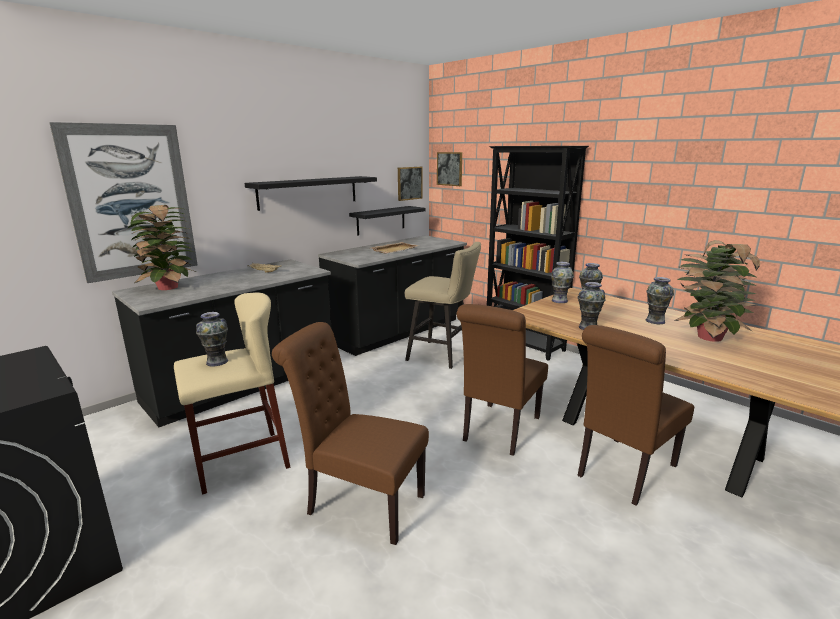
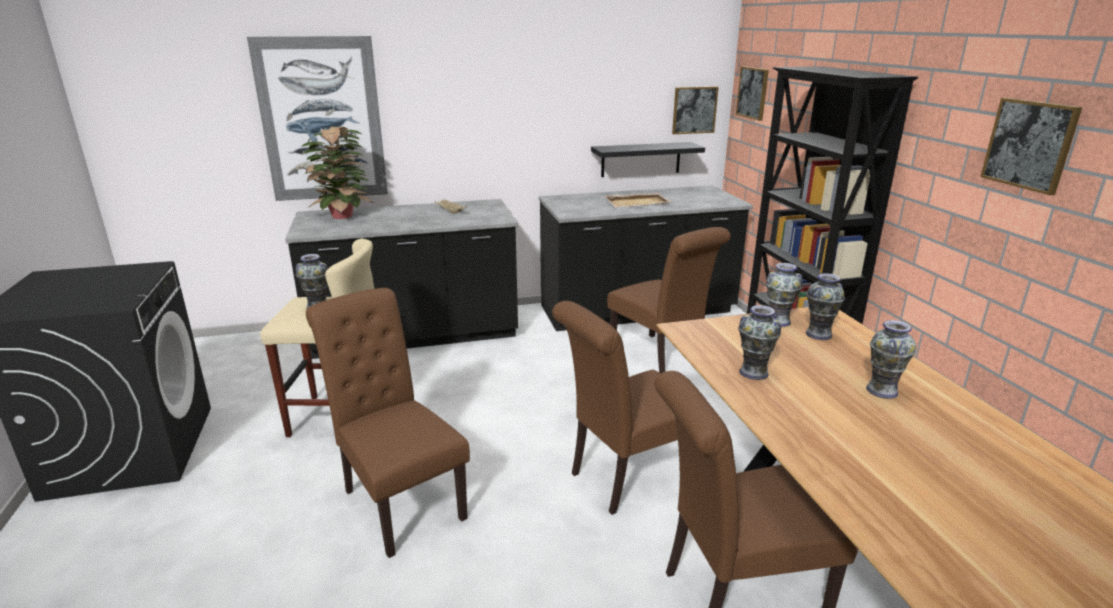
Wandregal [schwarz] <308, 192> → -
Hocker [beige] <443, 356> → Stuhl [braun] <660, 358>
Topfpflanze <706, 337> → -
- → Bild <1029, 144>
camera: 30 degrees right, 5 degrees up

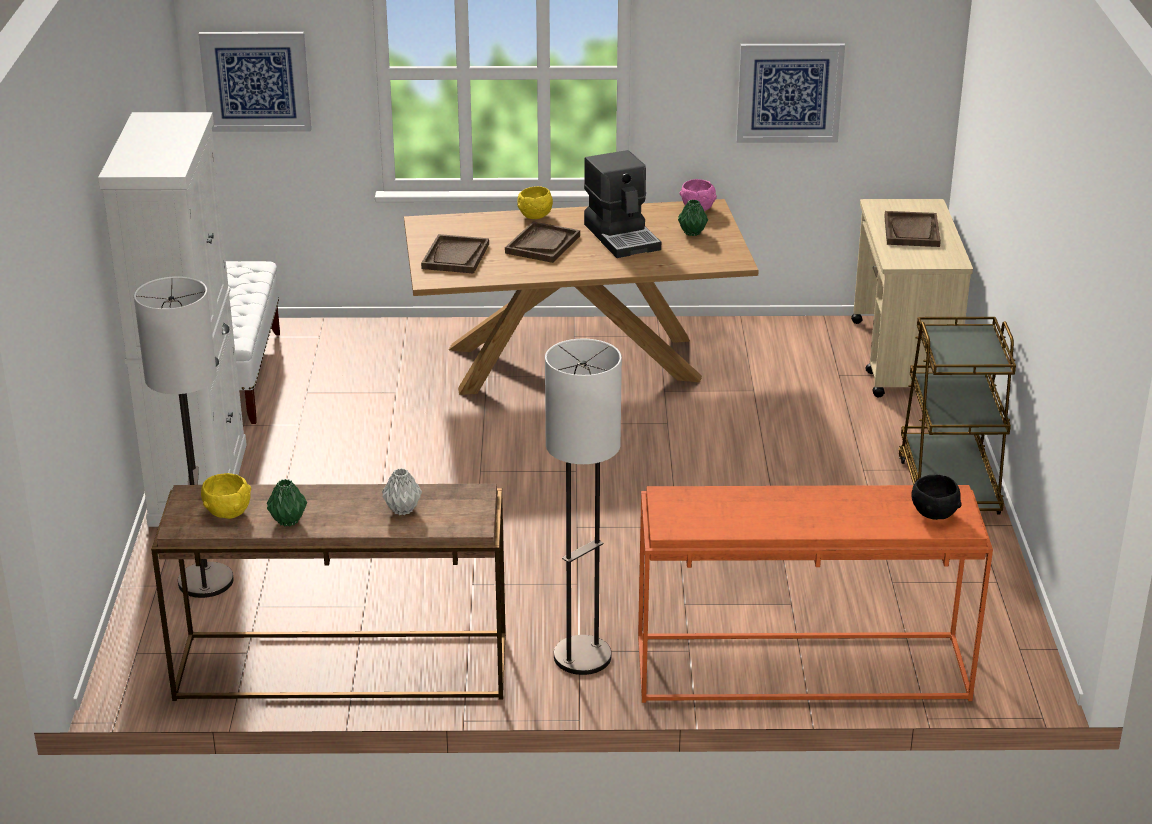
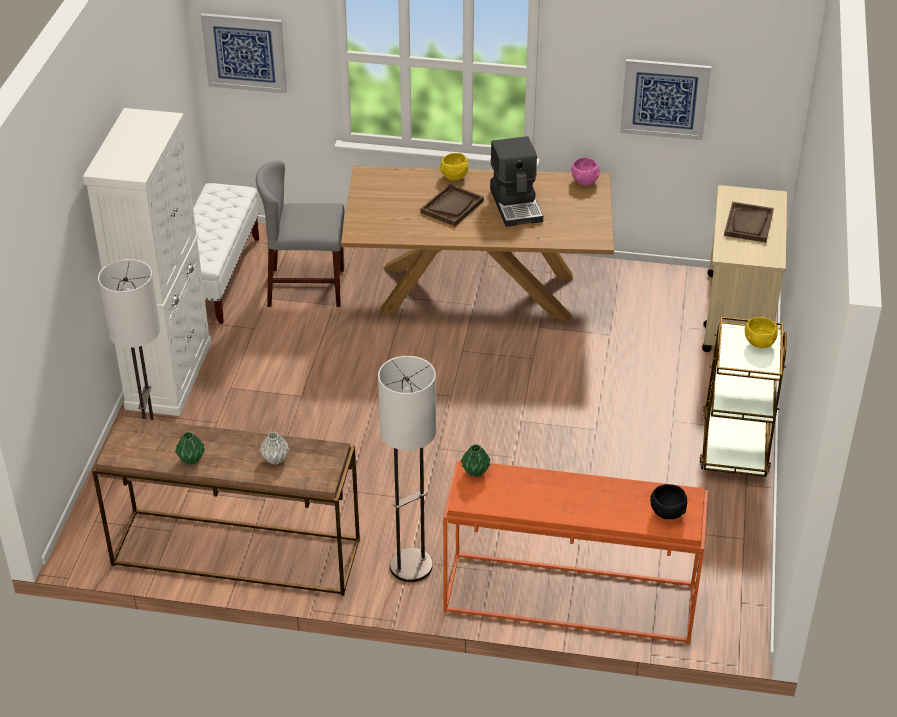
Schüssel [gelb] <227, 513> → Schüssel [gelb] <759, 343>, moved
Tablett [braun] <455, 256> → -
Vase [grün] <691, 233> → Vase [grün] <475, 472>, moved
- → Stuhl [grau] <306, 287>
camera: 10 degrees right, 10 degrees up

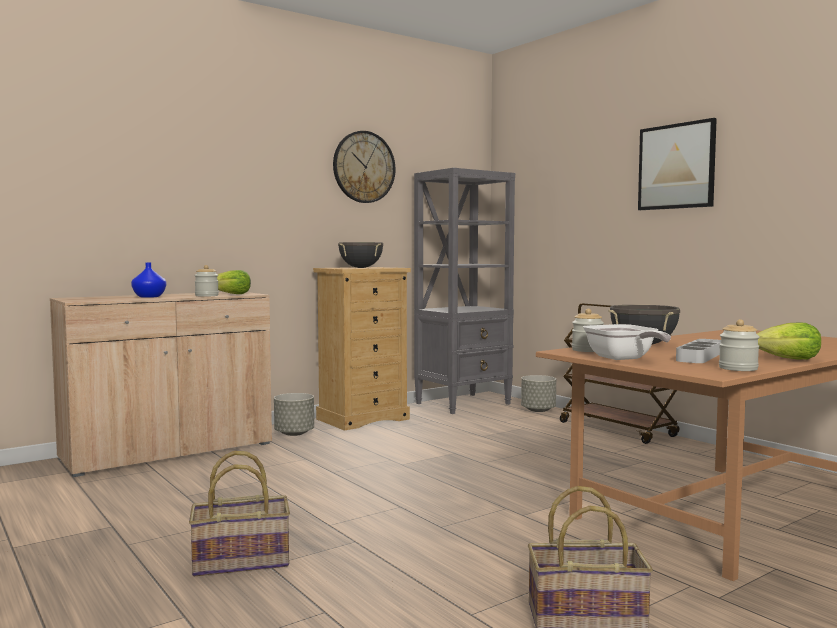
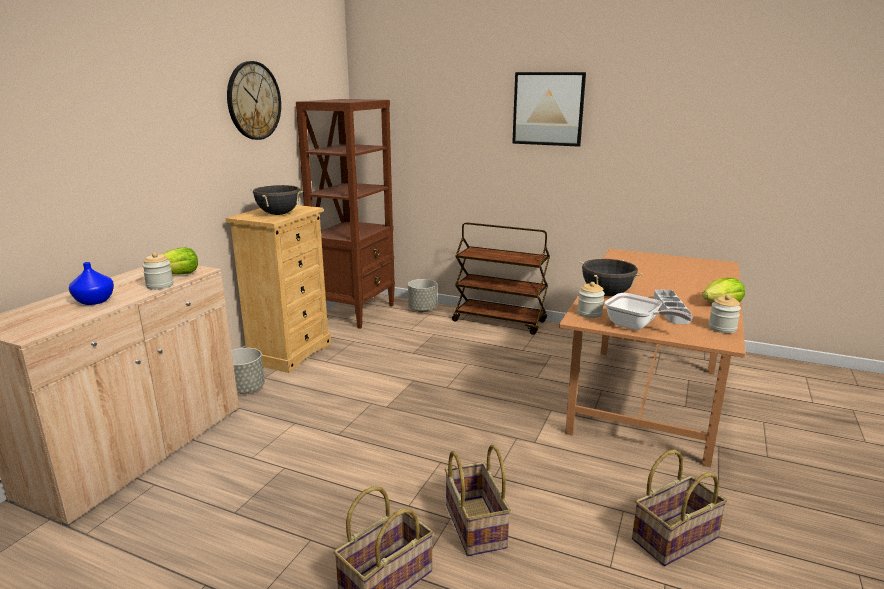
Bücherregal [grau] <464, 403> → Bücherregal [braun] <356, 312>
- → Korb <473, 525>
camera: 30 degrees left, 15 degrees up

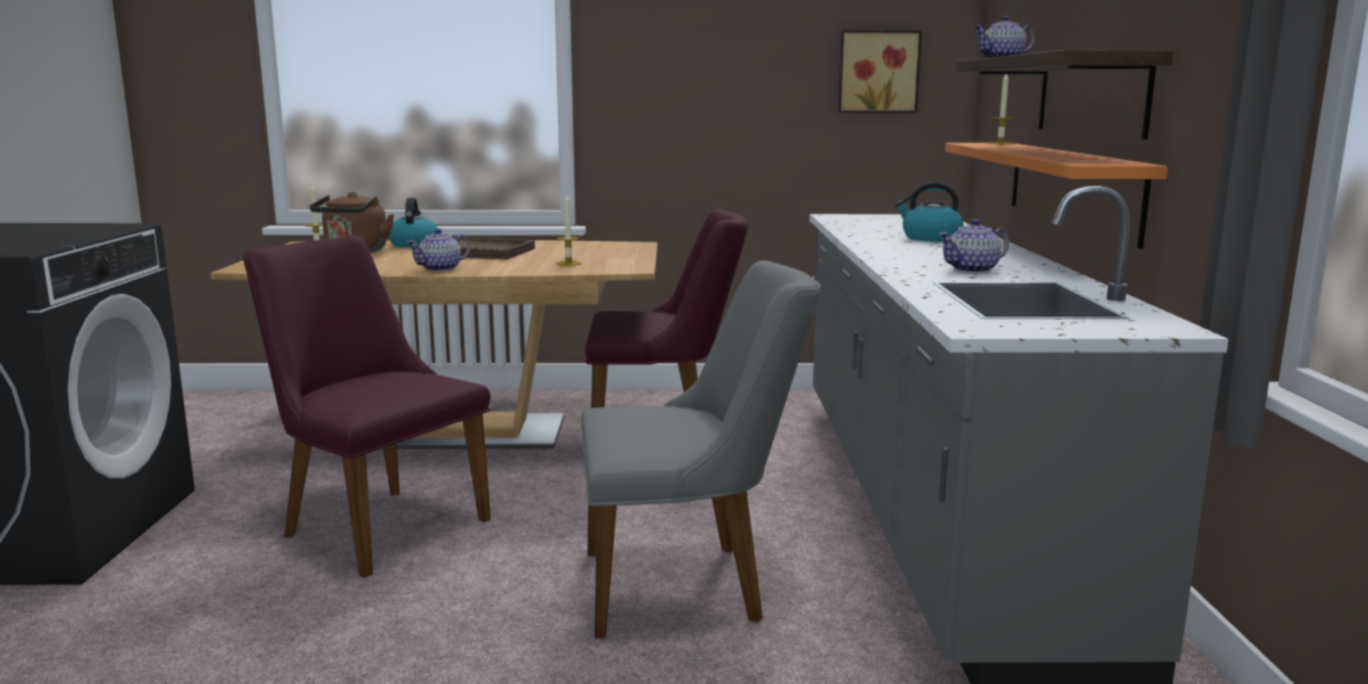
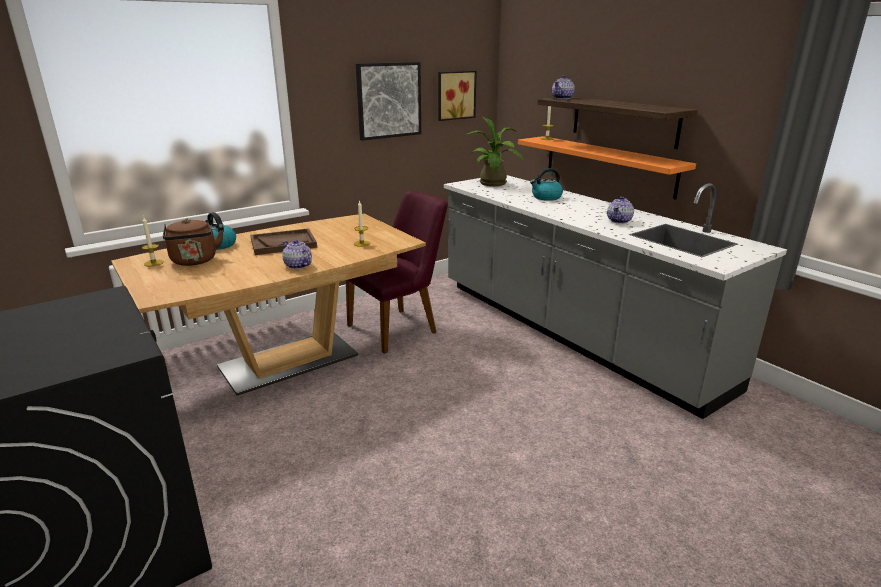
Stuhl [lila] <374, 523> → -
Teekanne <441, 269> → Teekanne <298, 266>, 120 degrees clockwise
Stuhl [grau] <690, 585> → -
- → Bild <388, 100>
- → Topfpflanze <493, 184>
camera: 35 degrees left, 10 degrees up

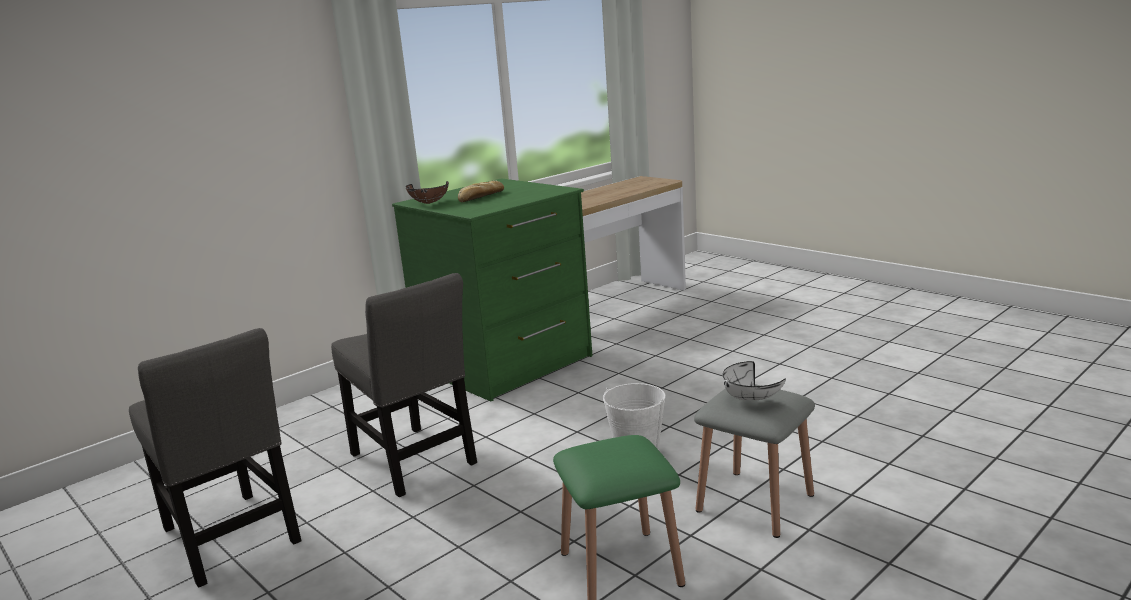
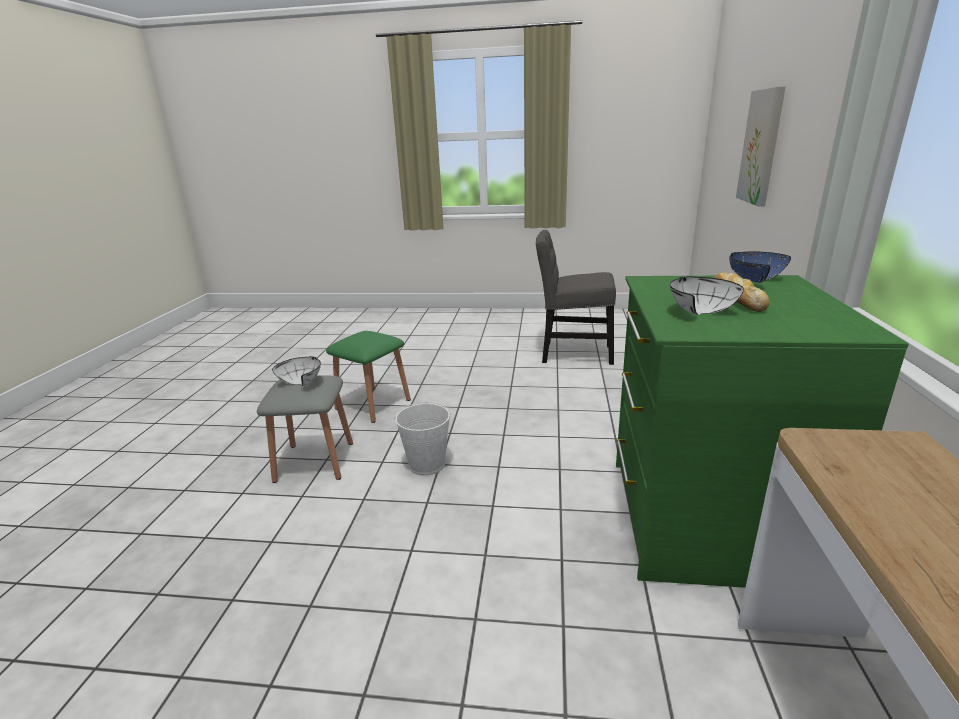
Stuhl [grau] <414, 462> → -
Schüssel [braun] <429, 203> → Schüssel [blau] <751, 280>
- → Schüssel [weiß] <696, 311>
- → Bild <761, 147>
camera: 140 degrees right, 5 degrees up

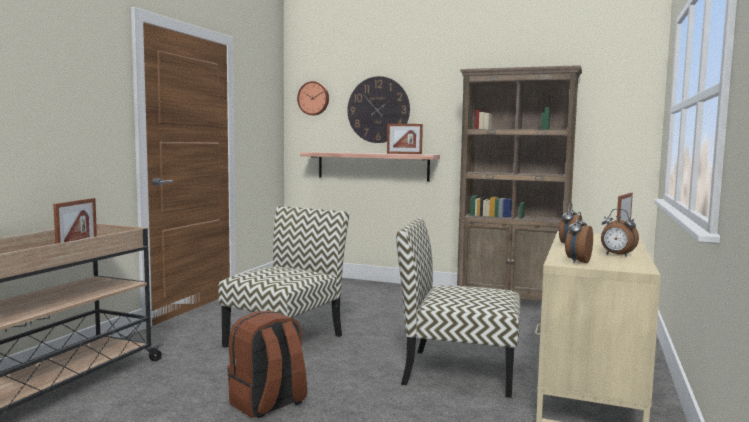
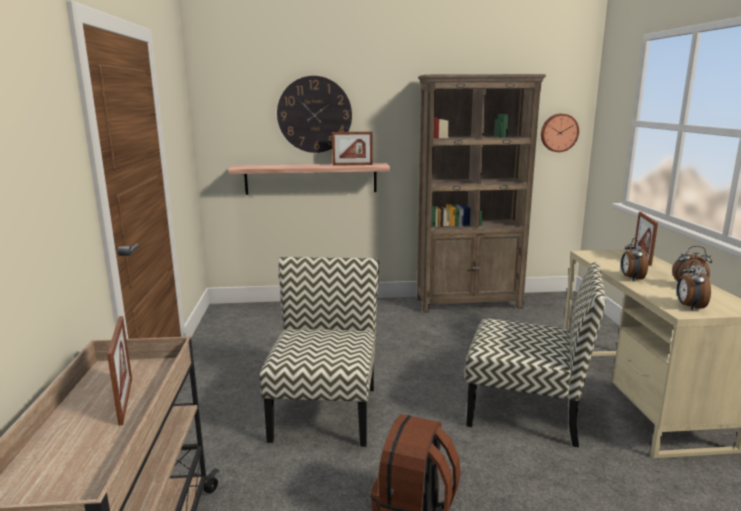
Wanduhr <314, 98> → Wanduhr <558, 132>, moved
Stuhl <457, 372> → Stuhl <527, 410>, 150 degrees counterclockwise
camera: 25 degrees left, 10 degrees up

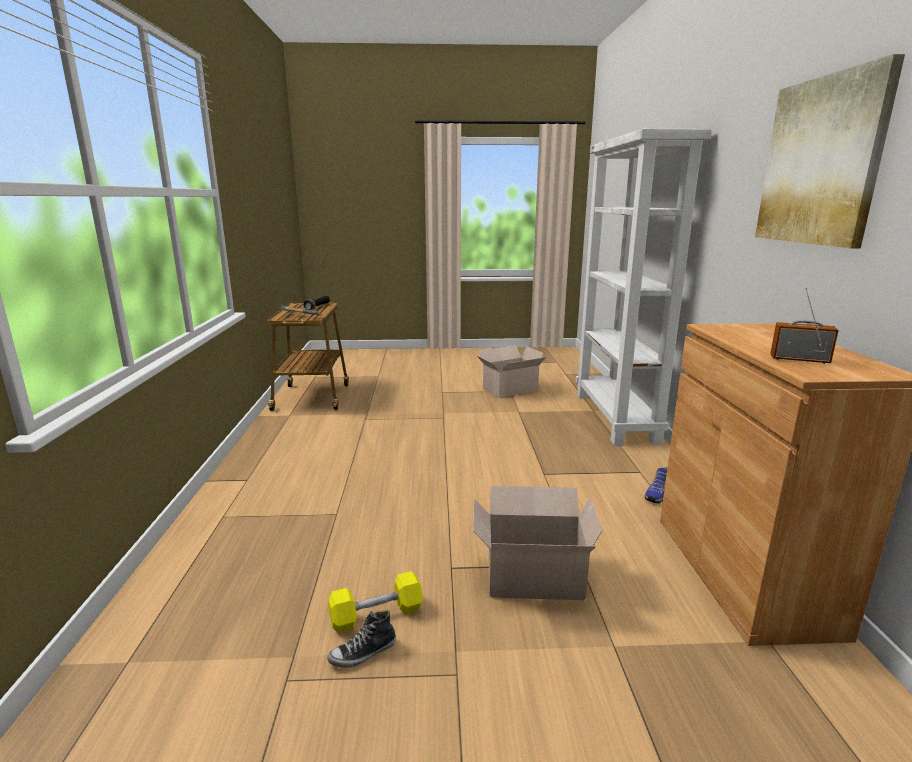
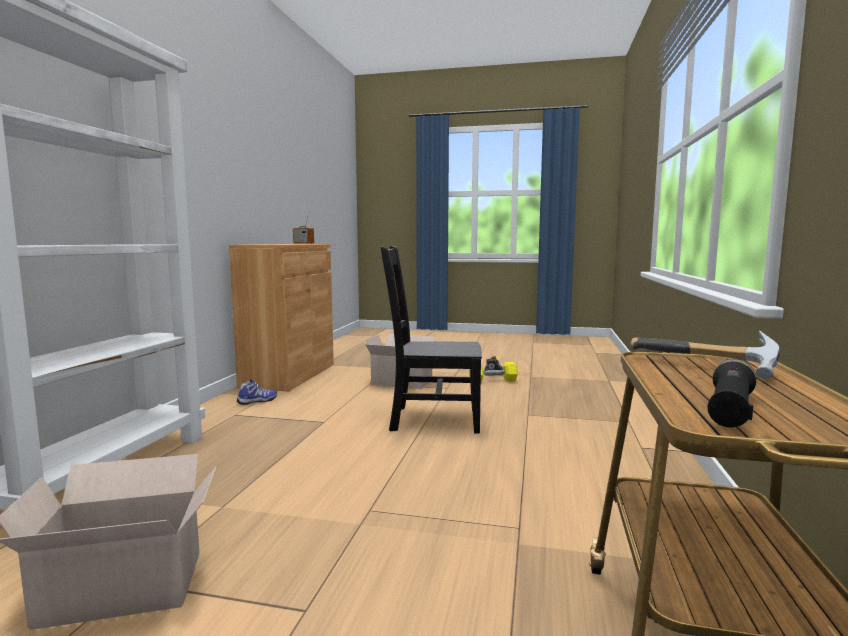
Bild <821, 161> → -
- → Stuhl [schwarz] <431, 419>
camera: 165 degrees left, 10 degrees down

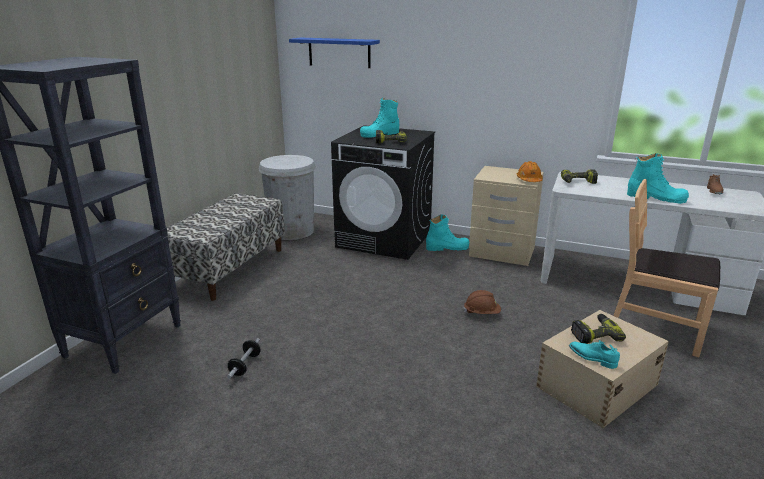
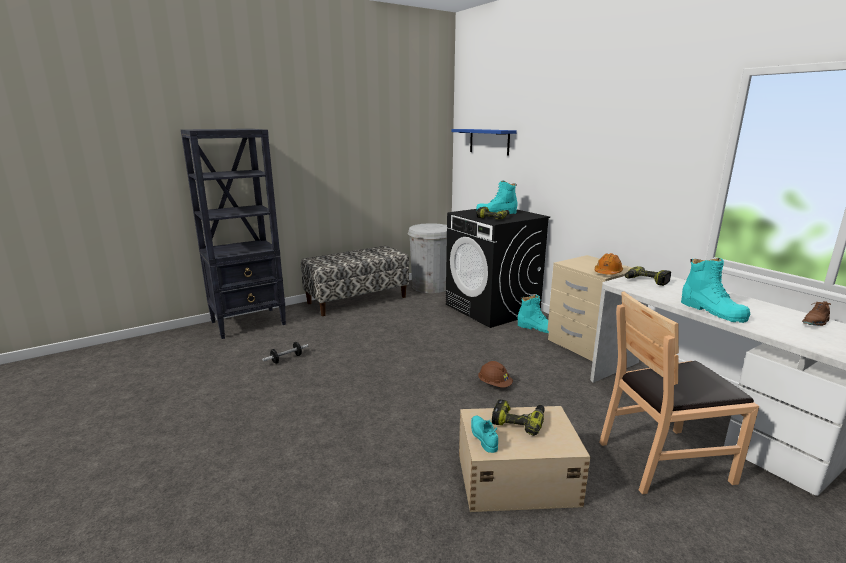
Stuhl [braun] <656, 327> → Stuhl [braun] <663, 460>, 75 degrees counterclockwise
camera: 35 degrees right, 5 degrees down

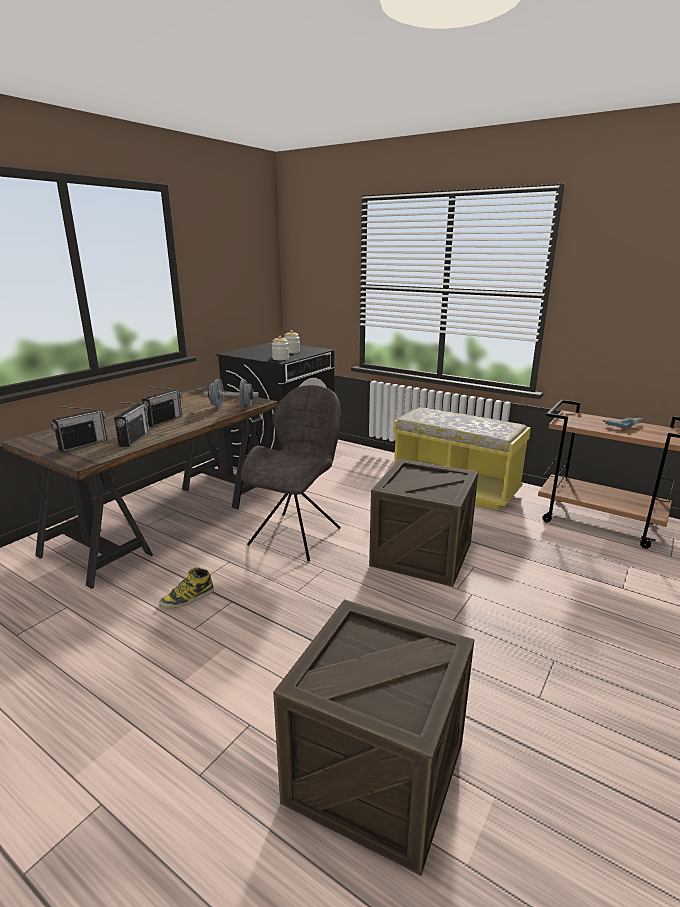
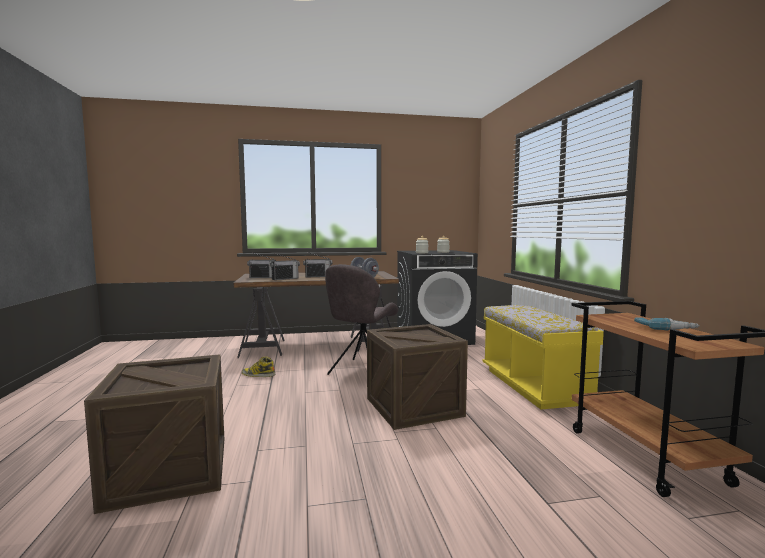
Stuhl [grau] <297, 534> → Stuhl [grau] <361, 371>, 135 degrees clockwise
camera: 45 degrees right, 15 degrees down

